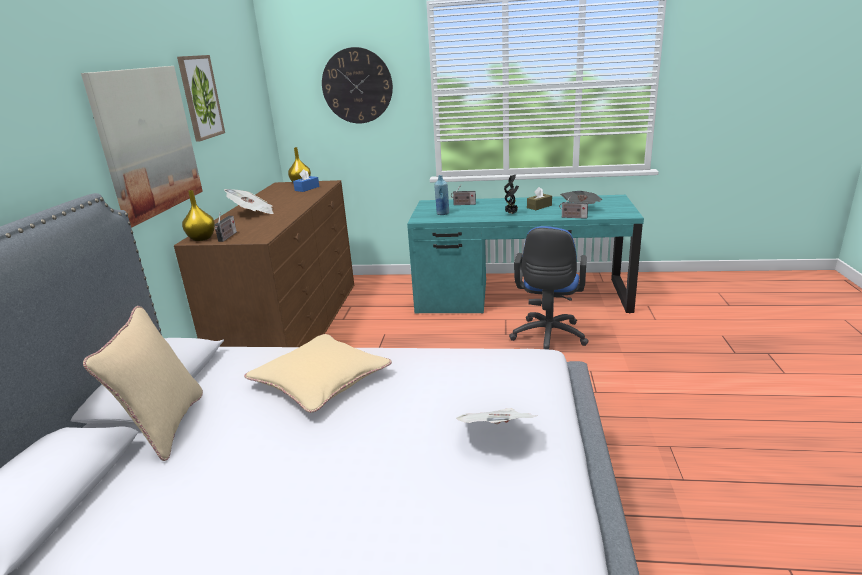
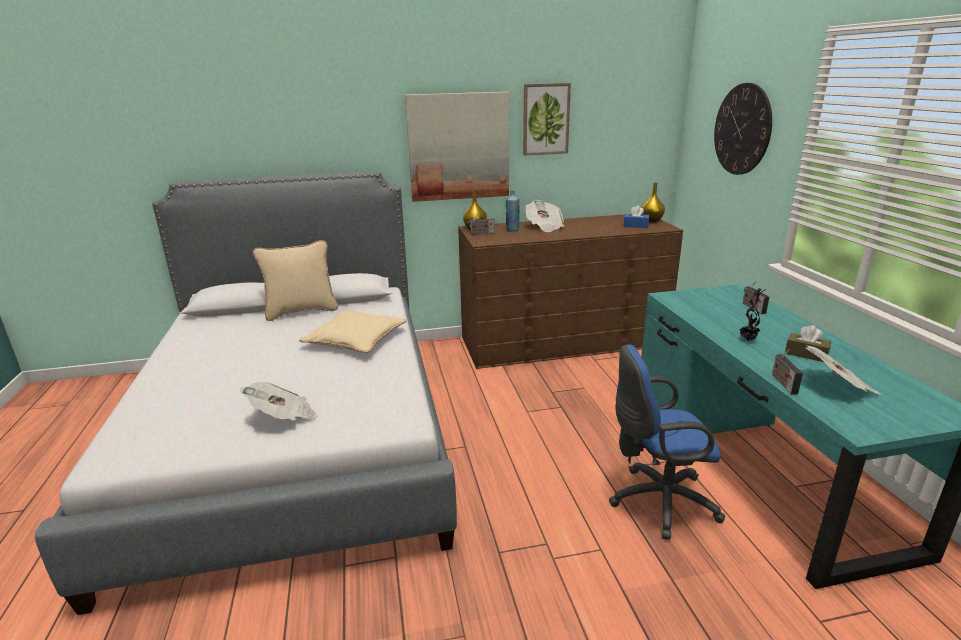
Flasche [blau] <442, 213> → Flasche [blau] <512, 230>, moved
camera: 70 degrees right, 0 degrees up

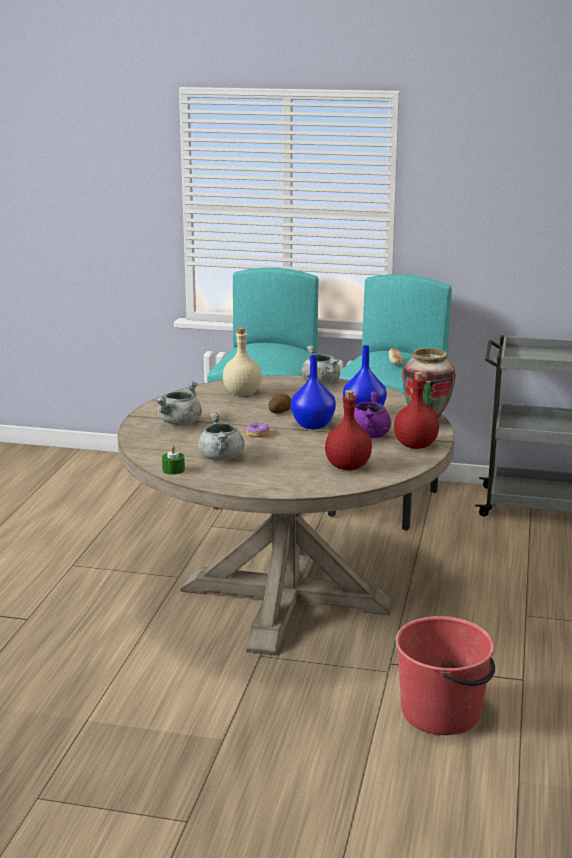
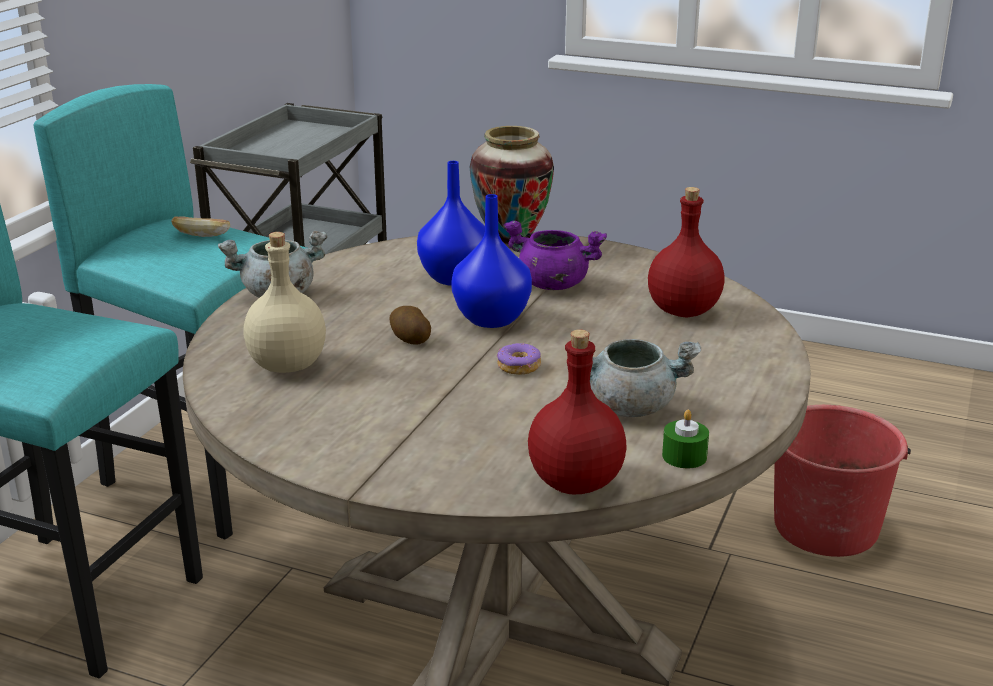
Kochtopf [grau] <180, 423> → -
Flasche [rot] <415, 445> → Flasche [rot] <573, 483>, moved
camera: 80 degrees left, 5 degrees up

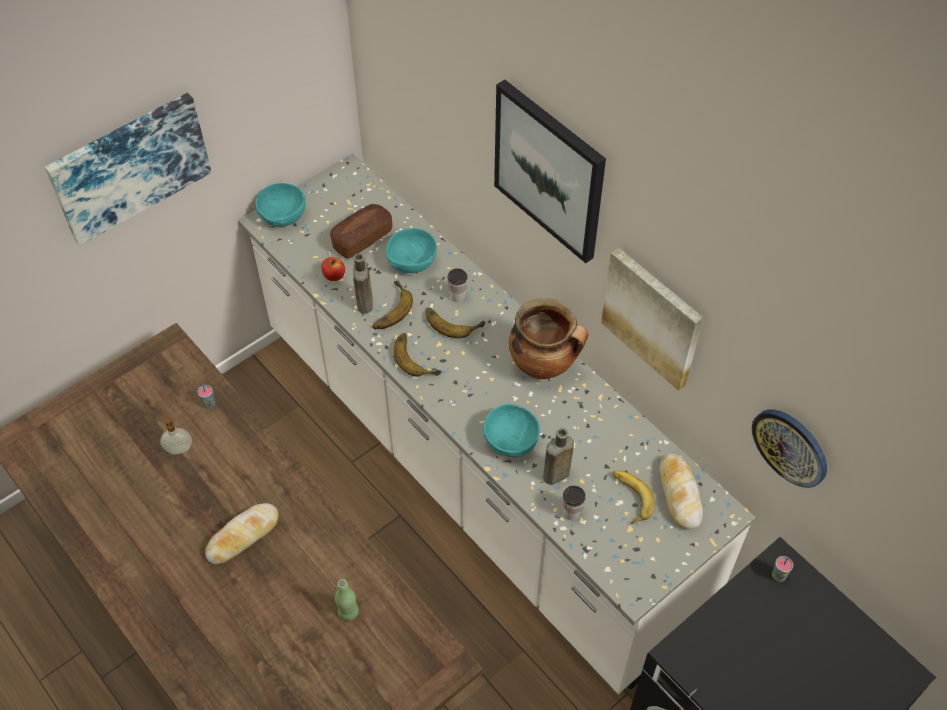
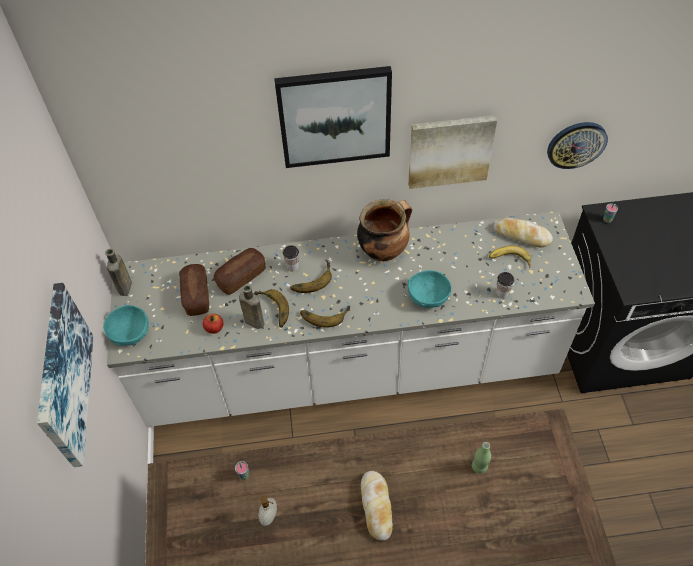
Schüssel [türkis] <411, 261> → Brot <241, 277>
Flasche [braun] <554, 476> → Flasche [braun] <124, 288>, moved
camera: 55 degrees left, 0 degrees up

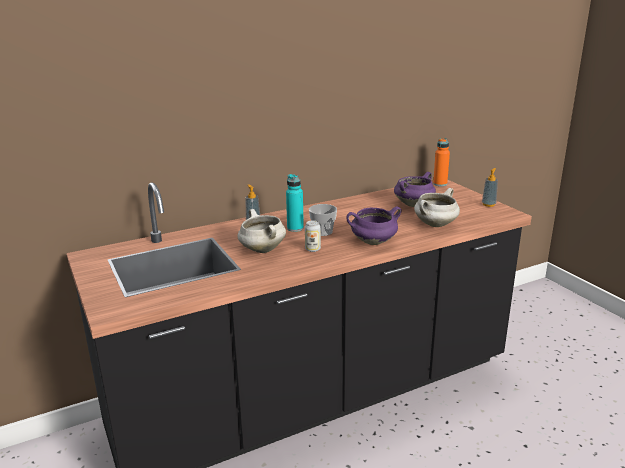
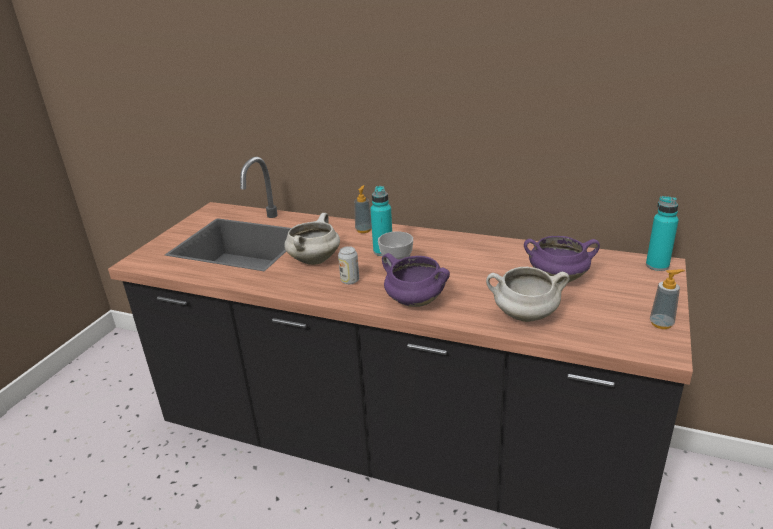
Flasche [orange] <440, 184> → Flasche [türkis] <657, 265>
camera: 50 degrees right, 5 degrees up

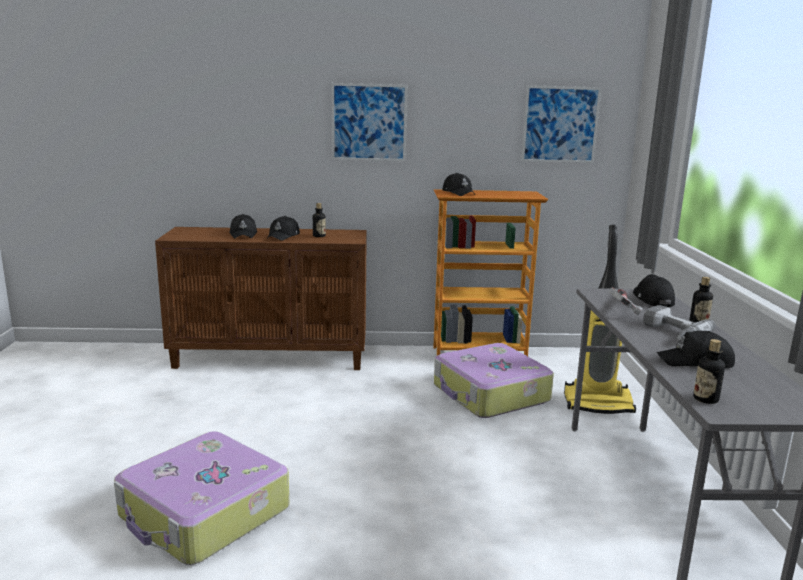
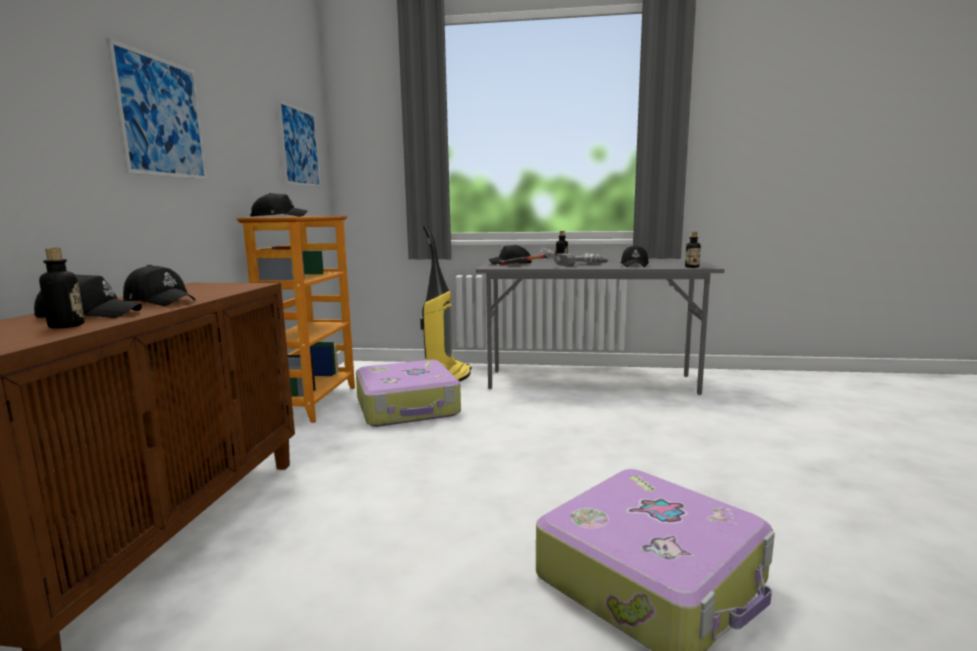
Flasche <319, 236> → Flasche <66, 326>, moved
camera: 80 degrees left, 5 degrees down

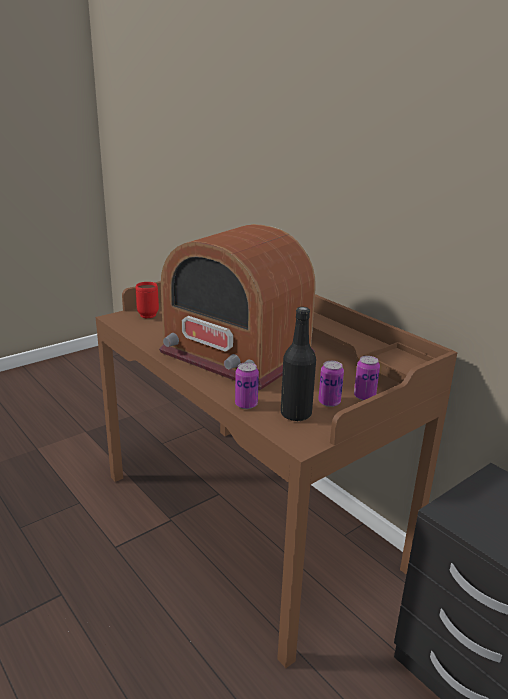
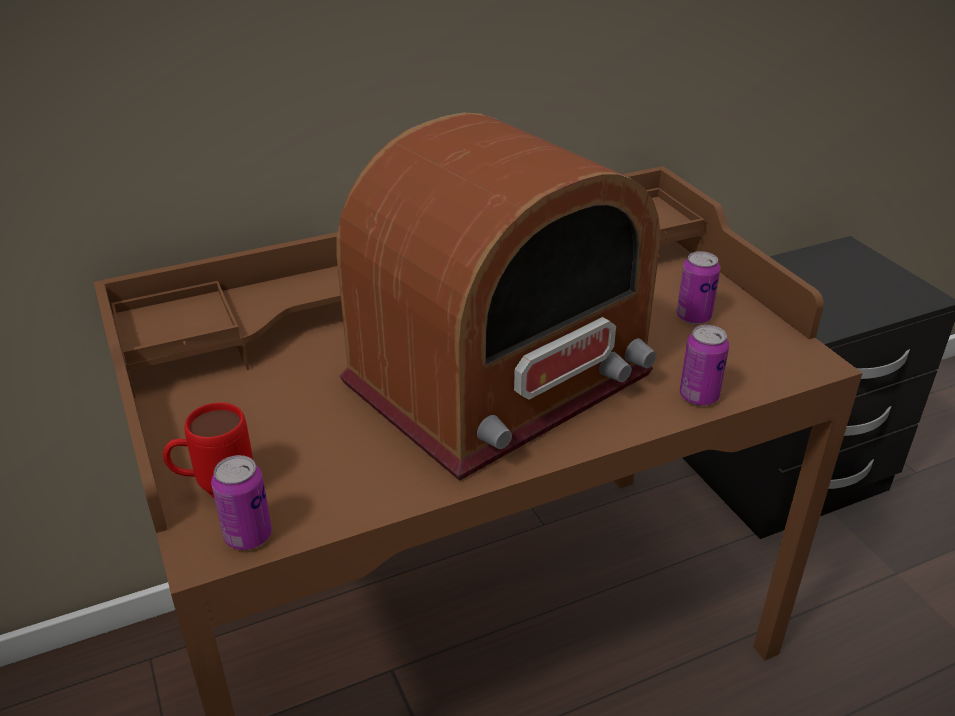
Flasche [schwarz] <296, 414> → -
Dose <364, 396> → Dose <248, 536>, moved
camera: 75 degrees left, 10 degrees up

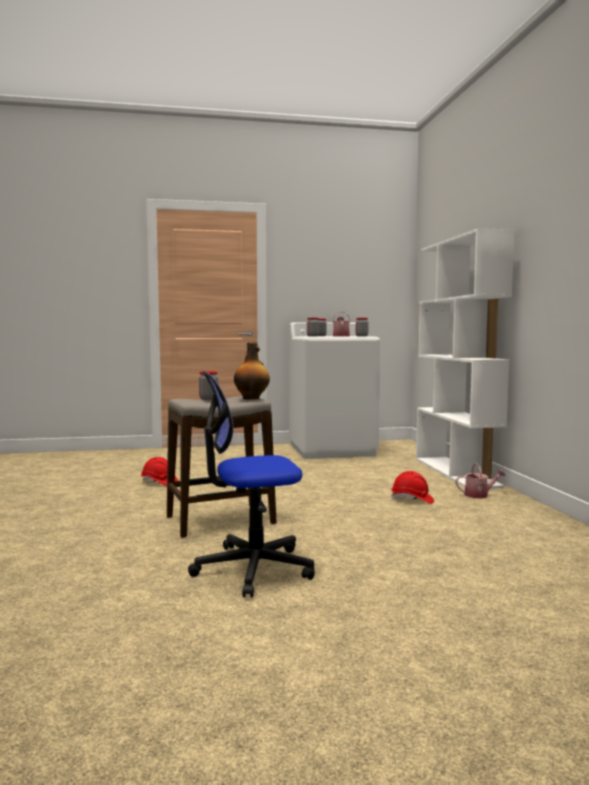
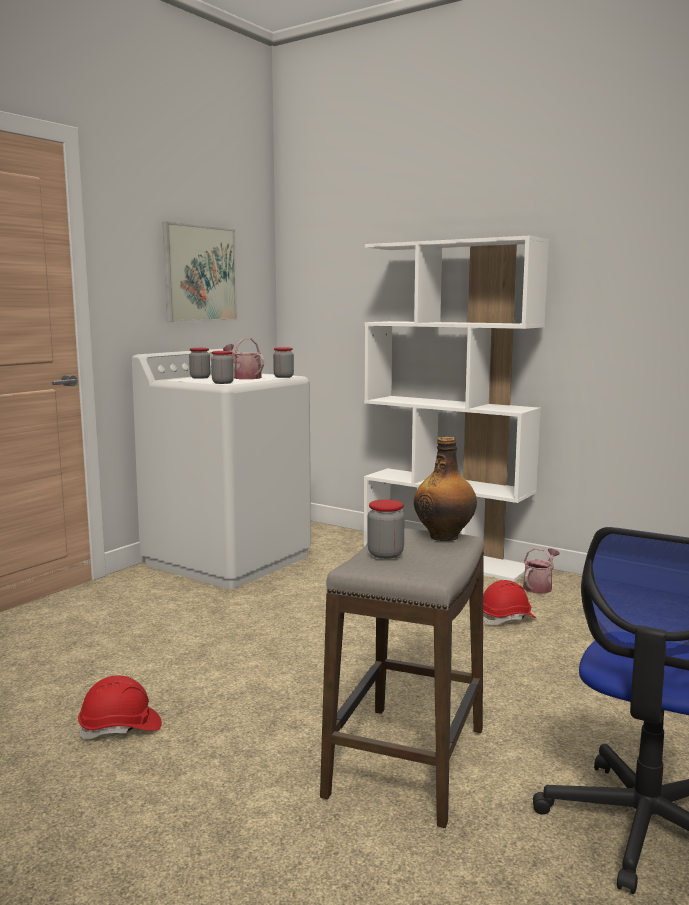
- → Bild <200, 274>
camera: 45 degrees left, 5 degrees up

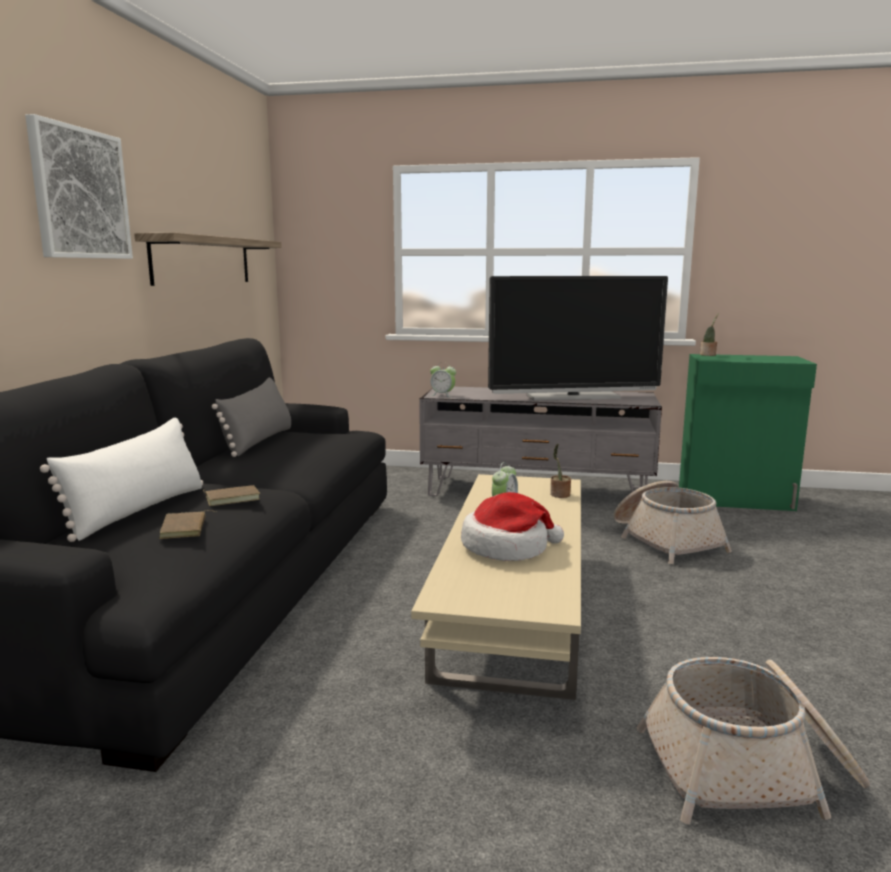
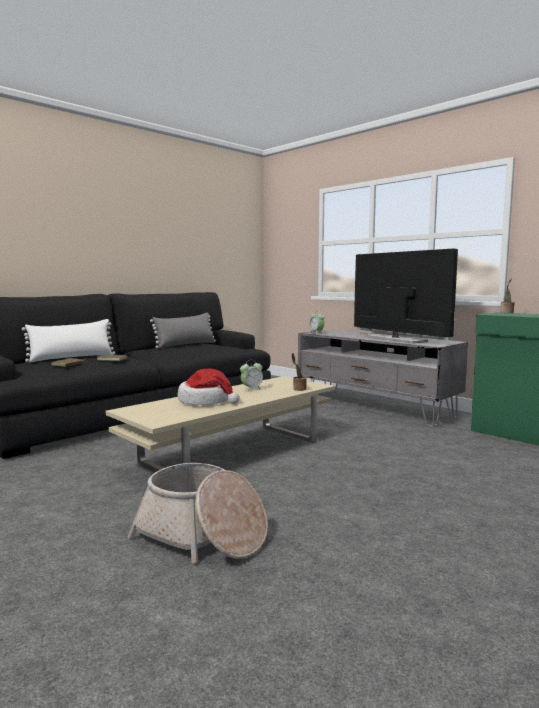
Bild <80, 194> → -
Wandregal <203, 261> → -
Fernseher <573, 397> → Fernseher <395, 339>, 150 degrees counterclockwise
Korb <665, 540> → -
camera: 35 degrees right, 5 degrees down

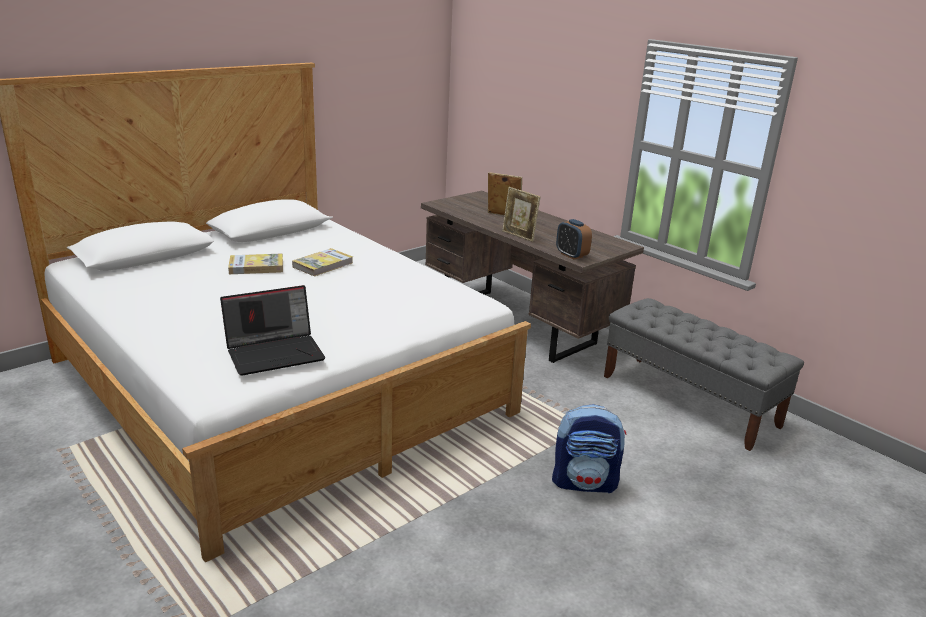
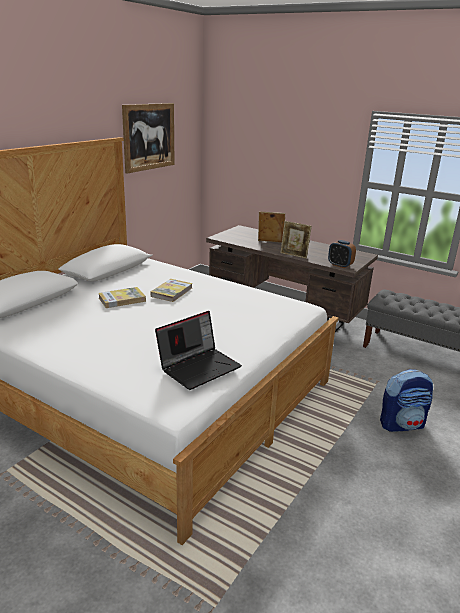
- → Bild <149, 137>
camera: 15 degrees left, 0 degrees up

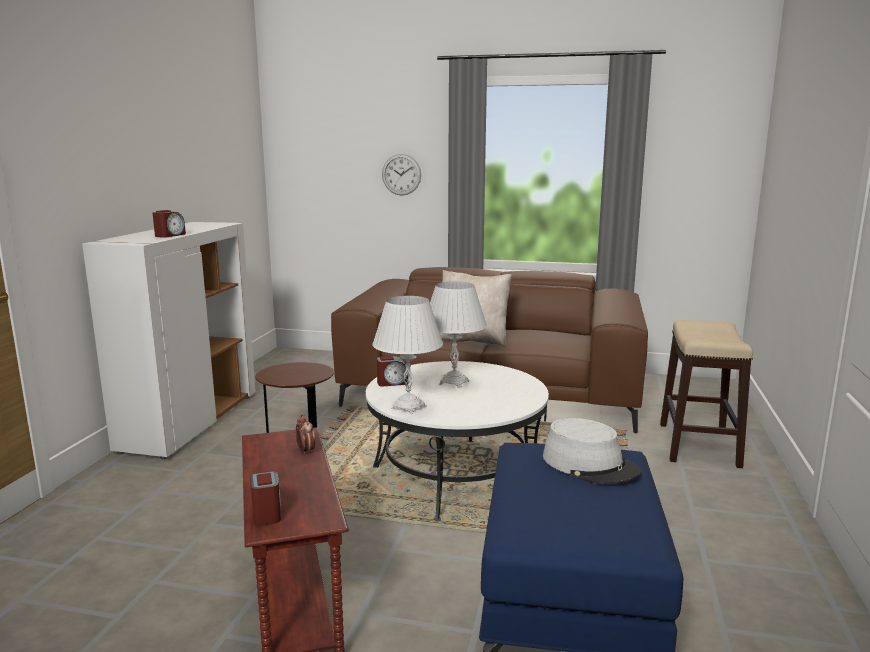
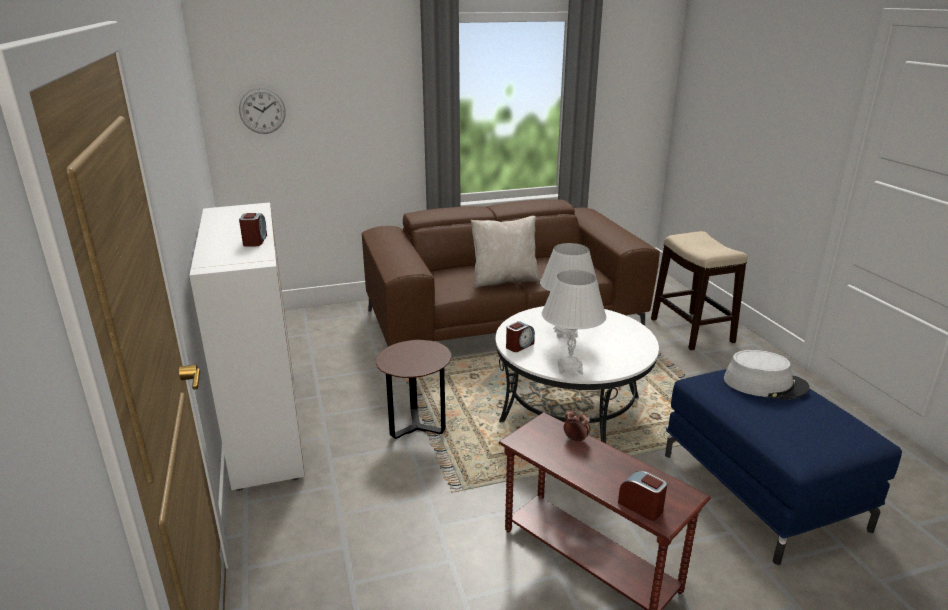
Wanduhr <401, 174> → Wanduhr <262, 111>, moved
camera: 30 degrees left, 10 degrees up

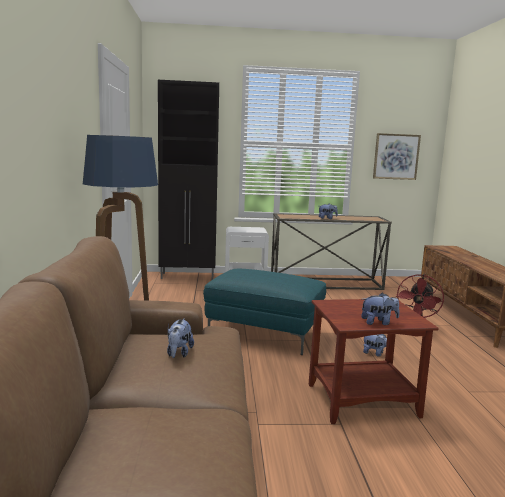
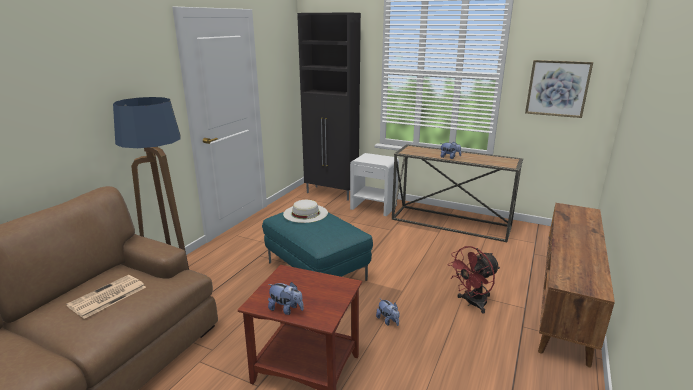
Plüschtier <178, 353> → Zeitung <107, 297>
- → Hut [weiß] <305, 213>
camera: 30 degrees right, 10 degrees up

